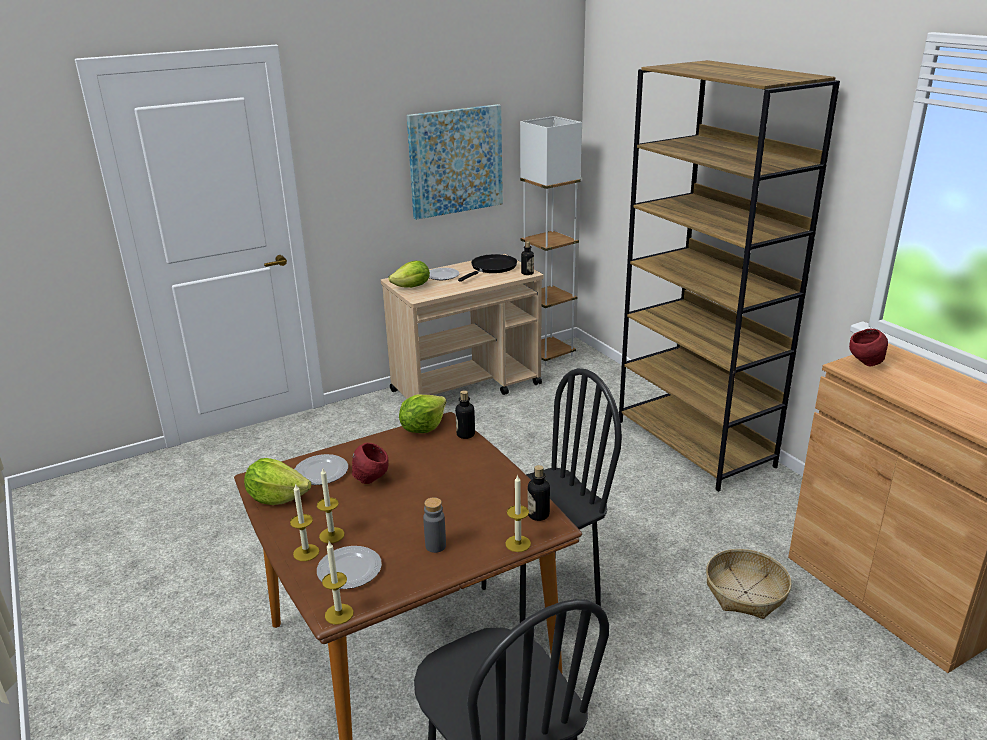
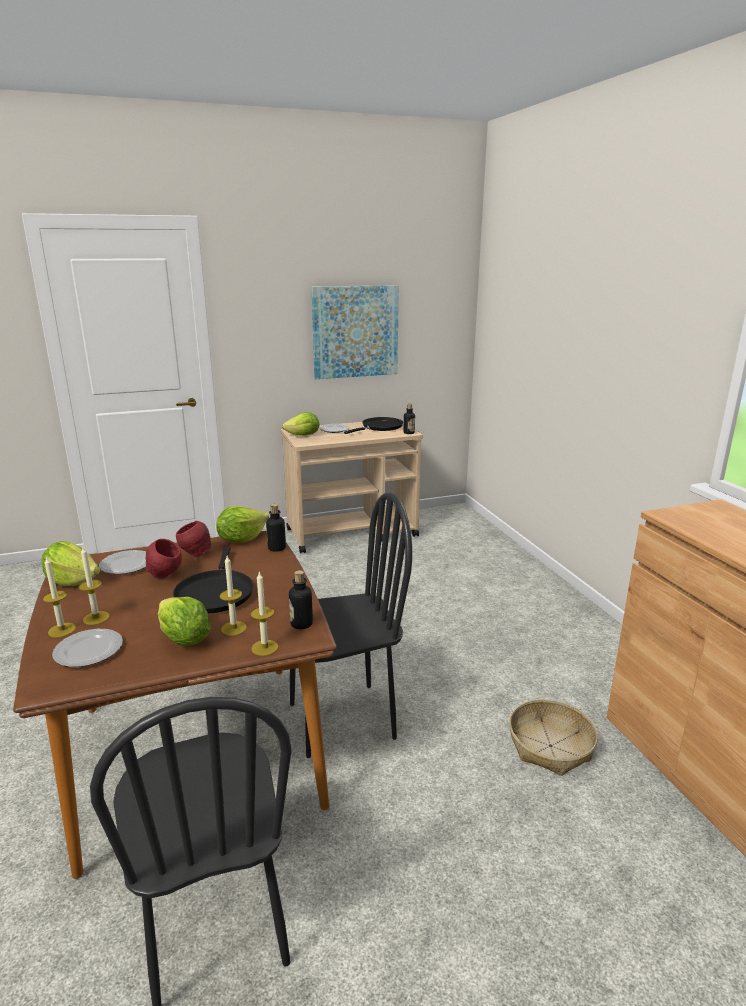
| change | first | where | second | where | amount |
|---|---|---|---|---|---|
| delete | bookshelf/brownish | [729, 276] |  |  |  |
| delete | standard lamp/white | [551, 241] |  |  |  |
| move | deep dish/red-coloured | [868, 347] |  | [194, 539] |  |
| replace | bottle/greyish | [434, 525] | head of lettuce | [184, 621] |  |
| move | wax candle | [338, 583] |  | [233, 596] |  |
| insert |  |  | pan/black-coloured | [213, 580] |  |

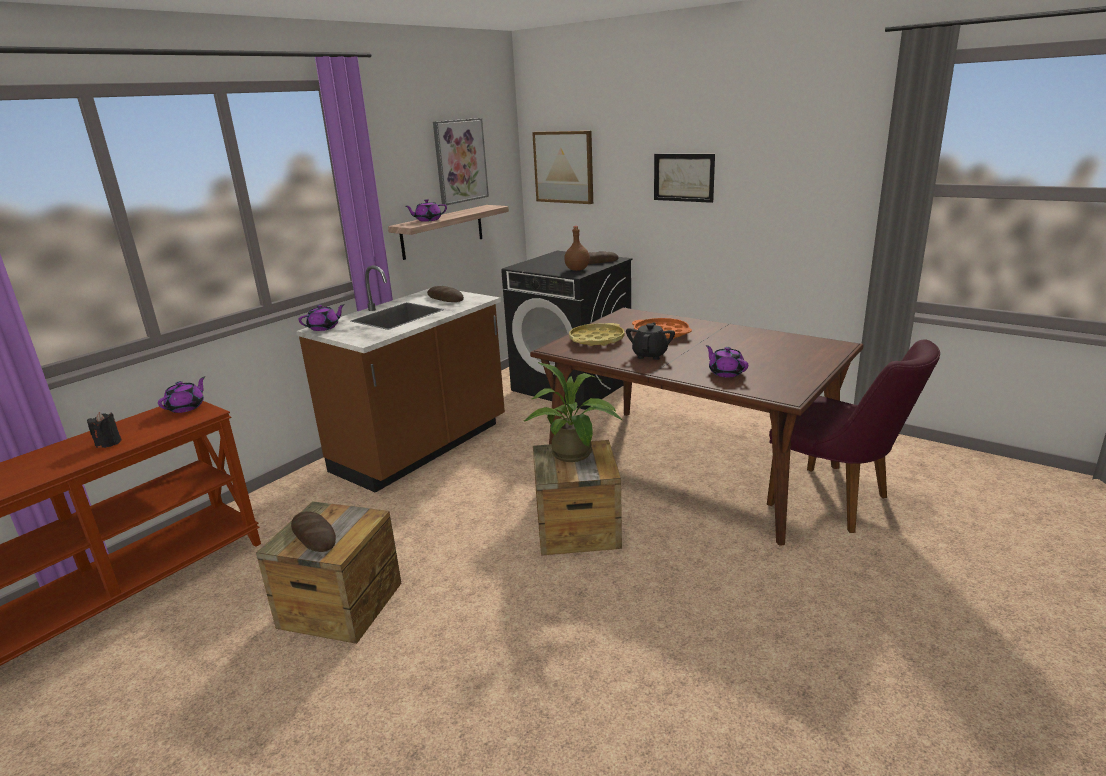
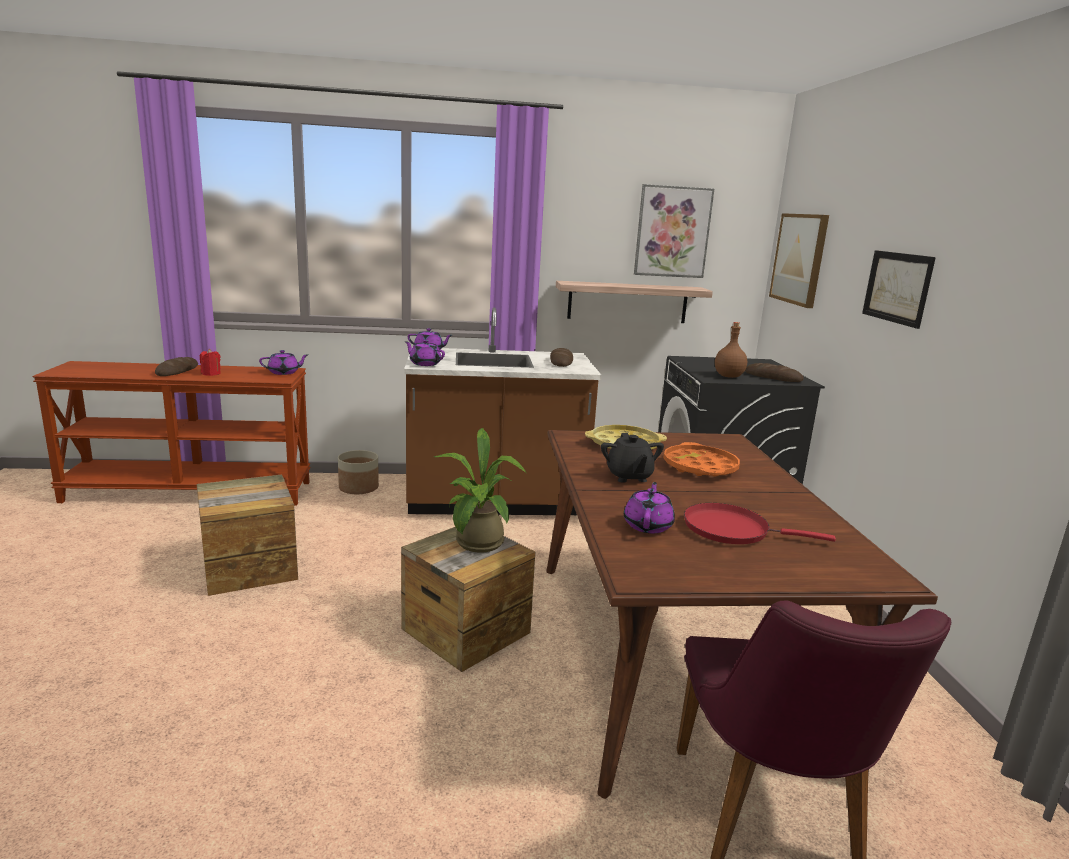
| change | first | where | second | where | amount |
|---|---|---|---|---|---|
| move | pot for tea/purple-coloured | [426, 210] |  | [425, 353] |  |
| rotate | pot for tea/black-coloured | [650, 341] |  | [632, 458] | 105 degrees clockwise |
| recolor | wax candle/black-coloured | [104, 430] | wax candle/red-coloured | [210, 362] |  |
| move | bakery bread | [313, 531] |  | [176, 366] |  |
| insert |  |  | plant pot | [358, 472] |  |
| insert |  |  | pan/red-coloured | [760, 523] |  |

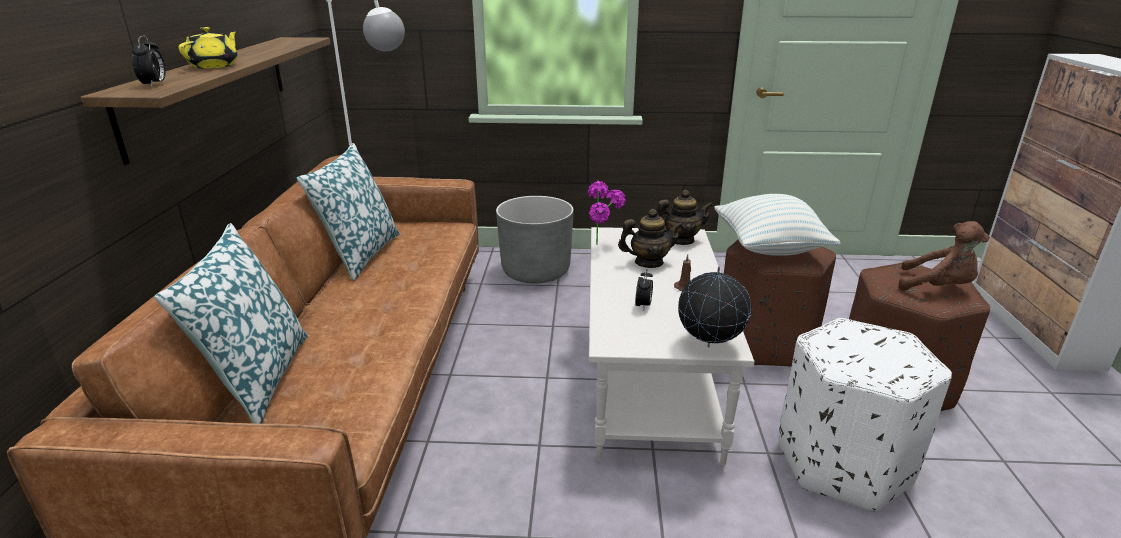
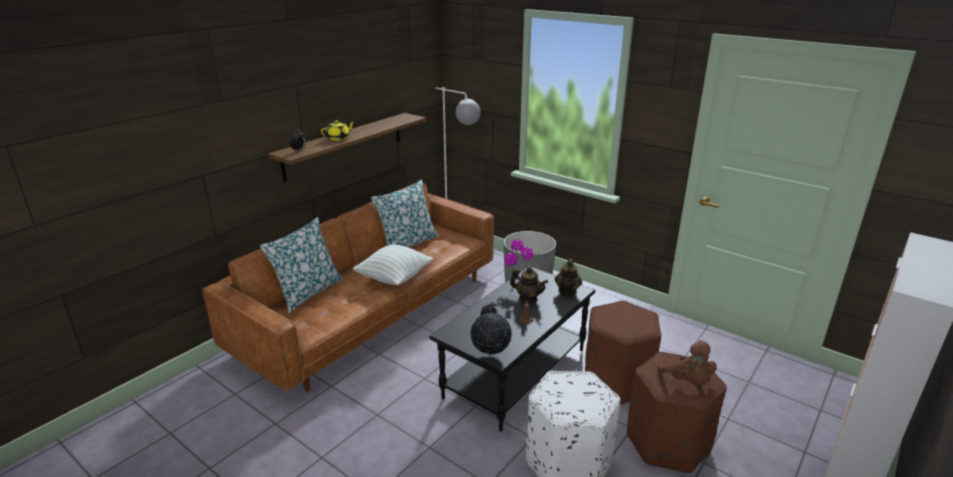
| change | first | where | second | where | amount |
|---|---|---|---|---|---|
| rotate | pot for tea | [685, 217] |  | [568, 278] | 75 degrees clockwise |
| move | throw pillow | [777, 225] |  | [393, 264] |  |
| recolor | lounge table/white | [671, 346] | lounge table/black-coloured | [512, 348] |  |

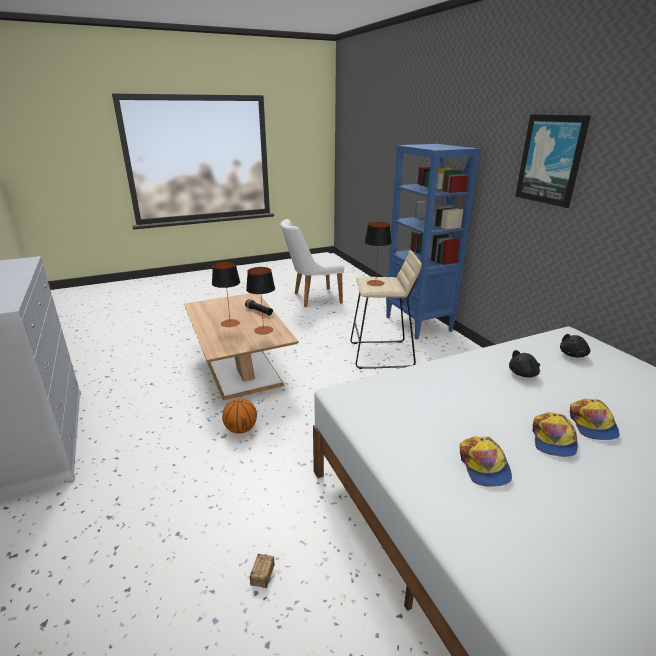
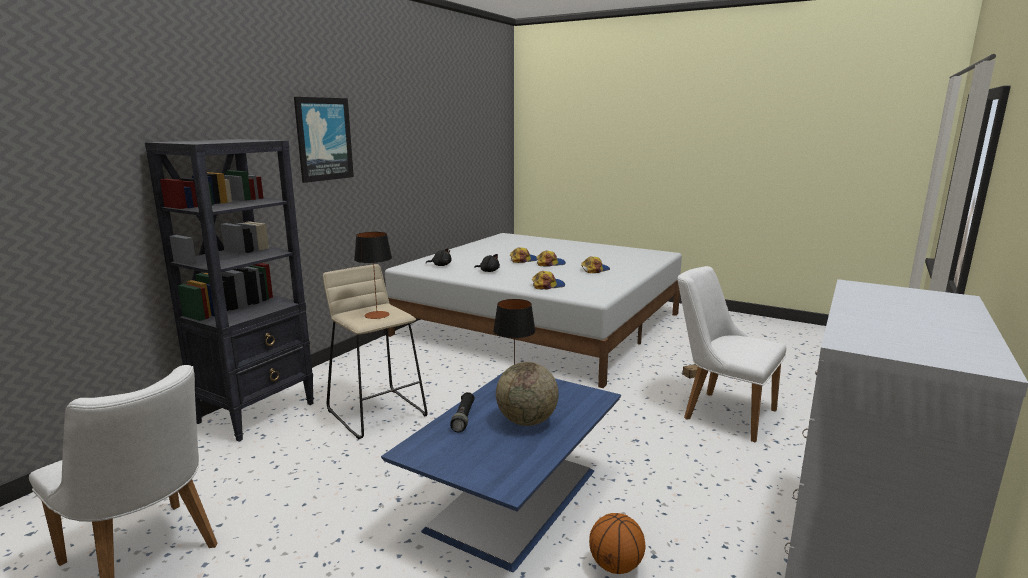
| change | first | where | second | where | amount |
|---|---|---|---|---|---|
| recolor | bookshelf/bluish | [433, 242] | bookshelf/black-coloured | [229, 290] |  |
| replace | table lamp | [226, 294] | globe | [527, 394] |  |
| recolor | lounge table/brownish | [241, 346] | lounge table/bluish | [501, 472] |  |
| move | basketball ball | [239, 416] |  | [617, 543] |  |
| insert |  |  | plain chair/white | [732, 354] |  |
| insert |  |  | cap | [548, 280] |  |

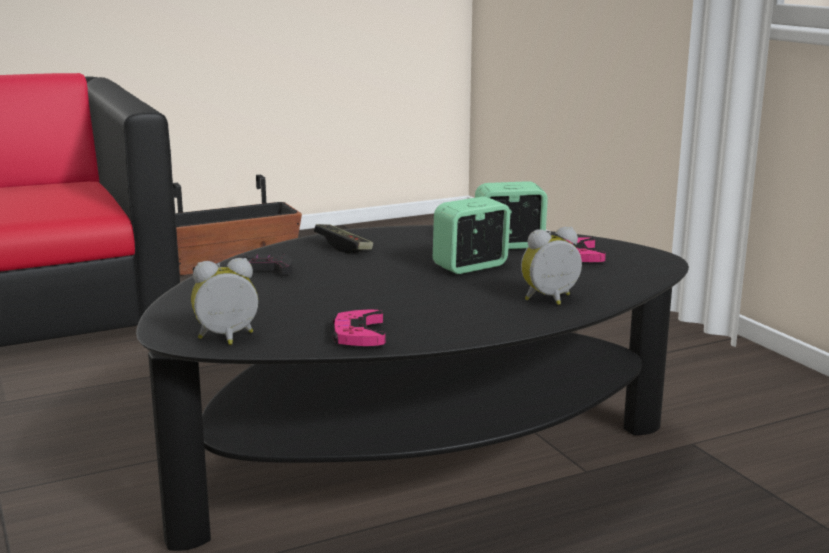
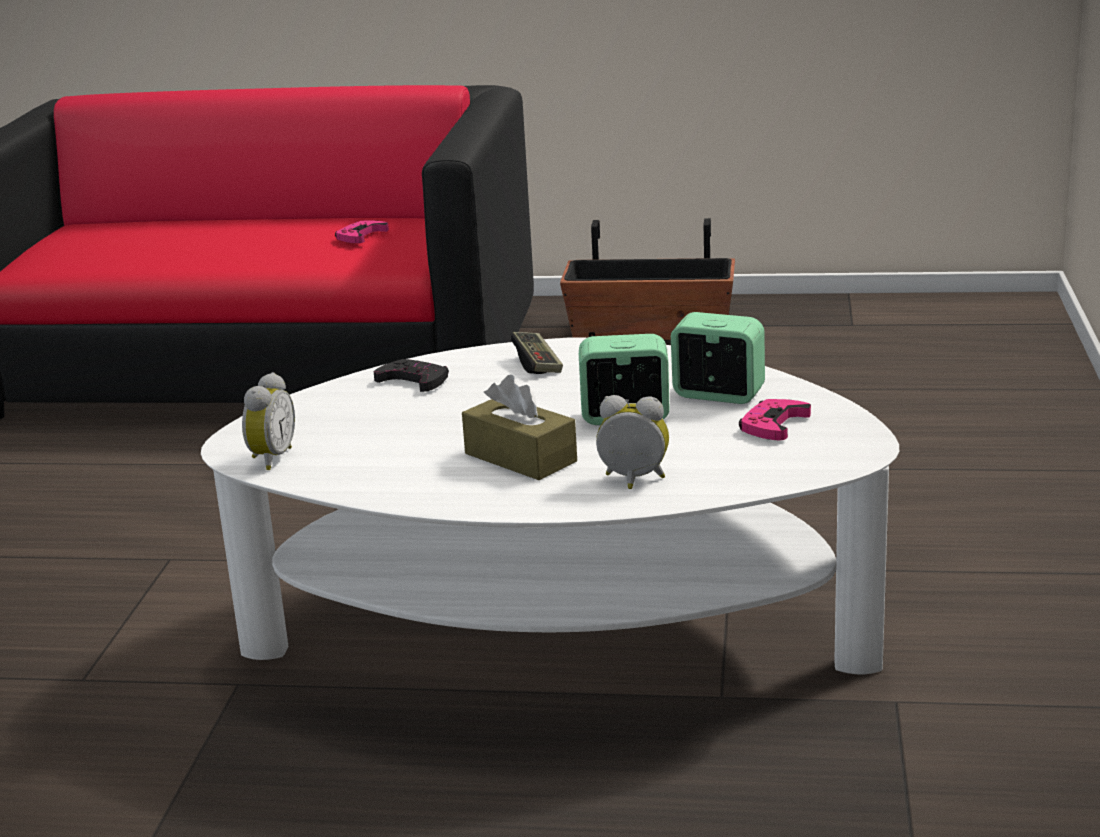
| change | first | where | second | where | amount |
|---|---|---|---|---|---|
| recolor | lounge table/black-coloured | [412, 388] | lounge table/white | [550, 505] |  |
| rotate | bedside clock | [224, 301] |  | [268, 421] | 90 degrees clockwise |
| move | gamepad/pink-coloured | [359, 328] |  | [362, 232] |  |
| insert |  |  | tissue holder/brownish | [519, 427] |  |

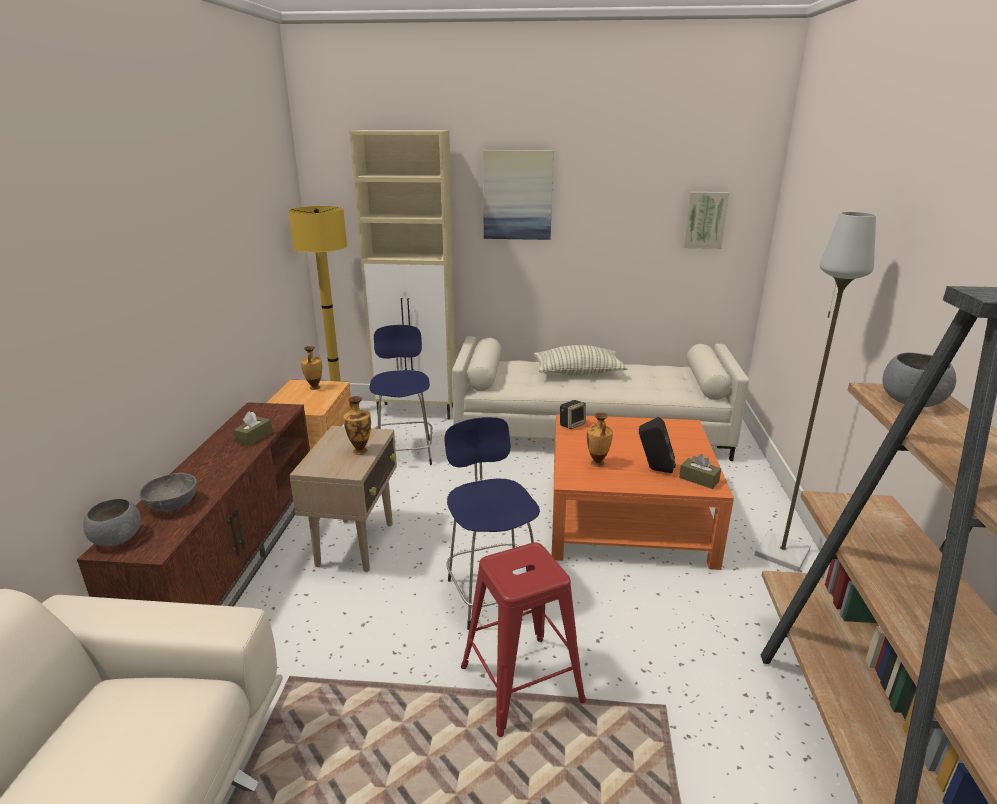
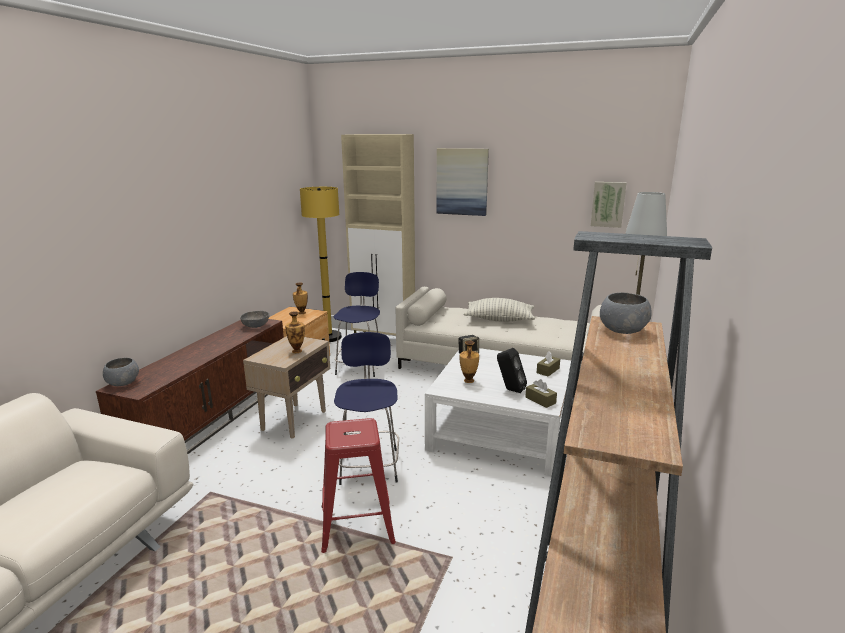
| change | first | where | second | where | amount |
|---|---|---|---|---|---|
| move | tissue holder/brownish | [253, 428] |  | [548, 364] |  |
| recolor | lounge table/orange-coloured | [643, 492] | lounge table/white | [498, 412] |  |
| move | deep dish/greyish | [168, 491] |  | [254, 319] |  |

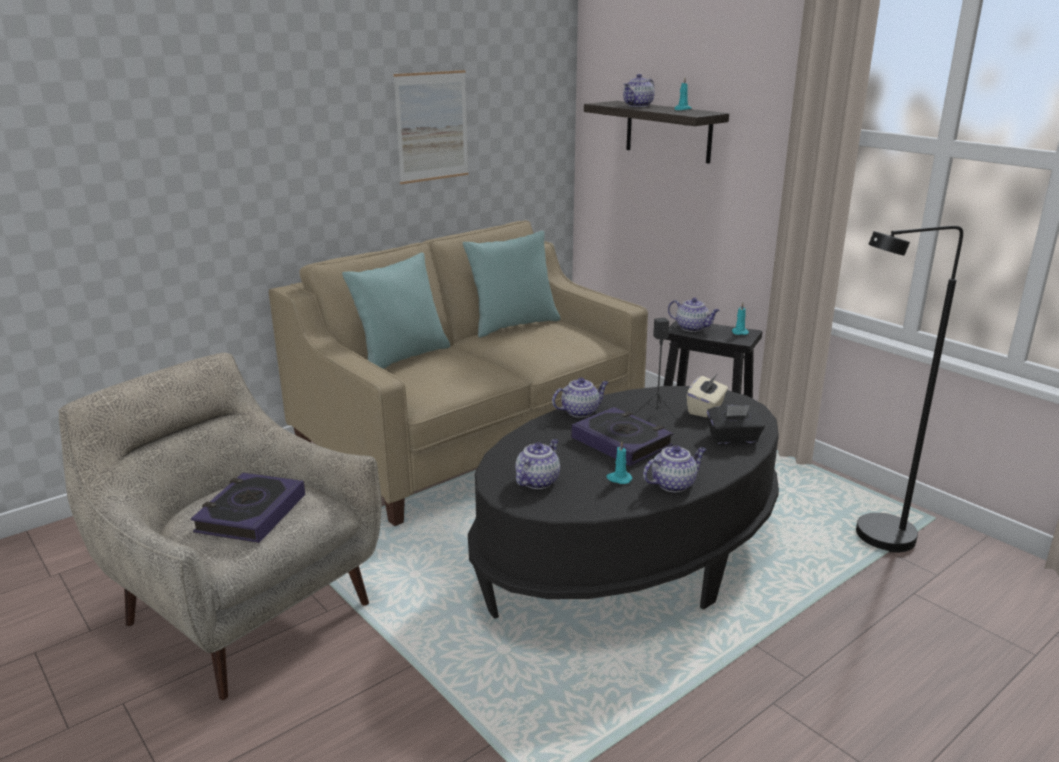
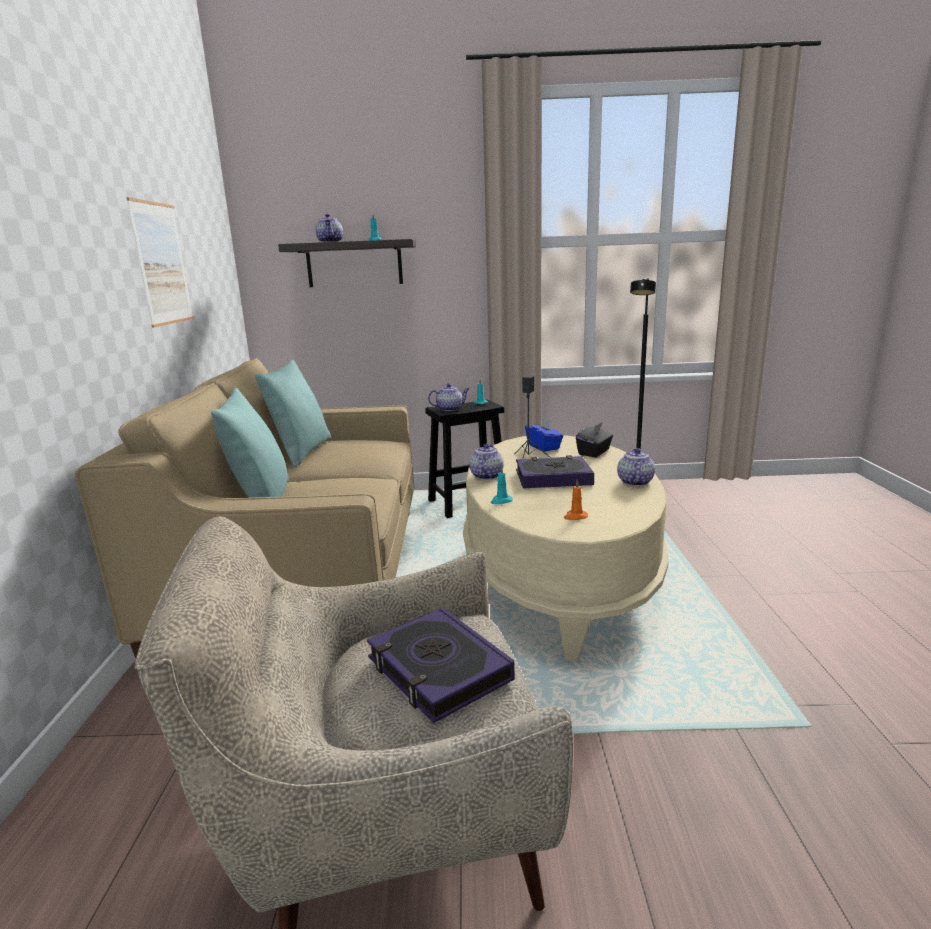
| change | first | where | second | where | amount |
|---|---|---|---|---|---|
| recolor | tissue holder/beige | [707, 396] | tissue holder/bluish | [544, 434] |  |
| recolor | lounge table/black-coloured | [623, 502] | lounge table/beige | [566, 548] |  |
| replace | pot for tea | [537, 464] | wax candle/orange-coloured | [576, 499] |  |
| move | wax candle/blue-green | [619, 462] |  | [502, 485] |  |

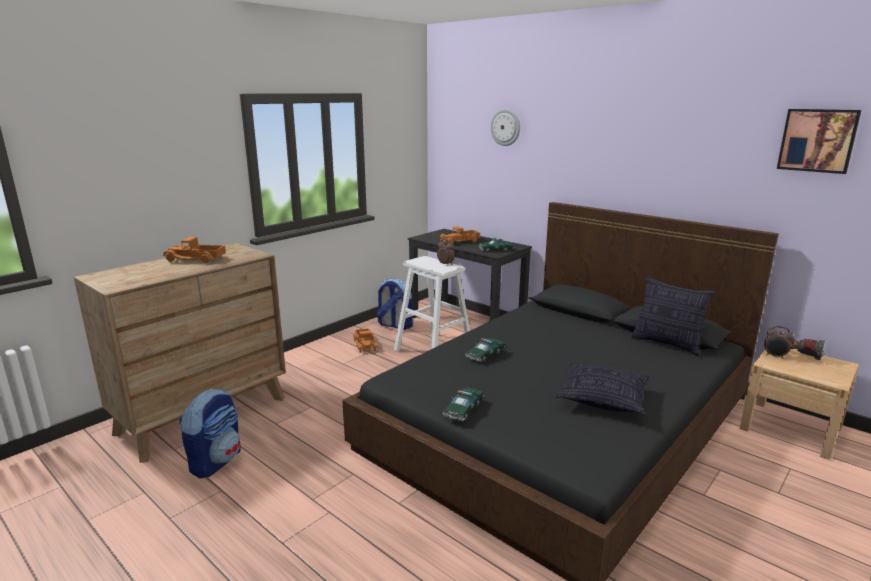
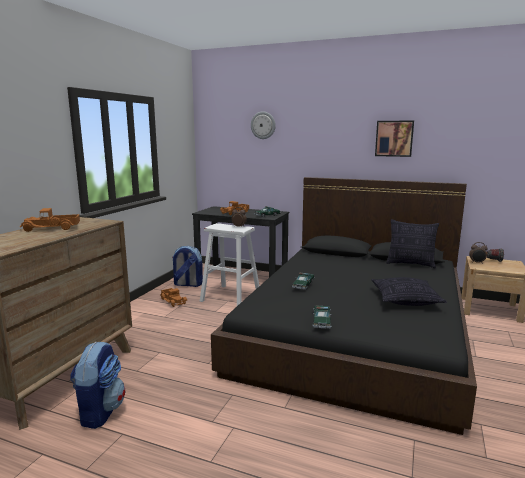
| change | first | where | second | where | amount |
|---|---|---|---|---|---|
| move | picture | [819, 141] |  | [394, 138] |  |

